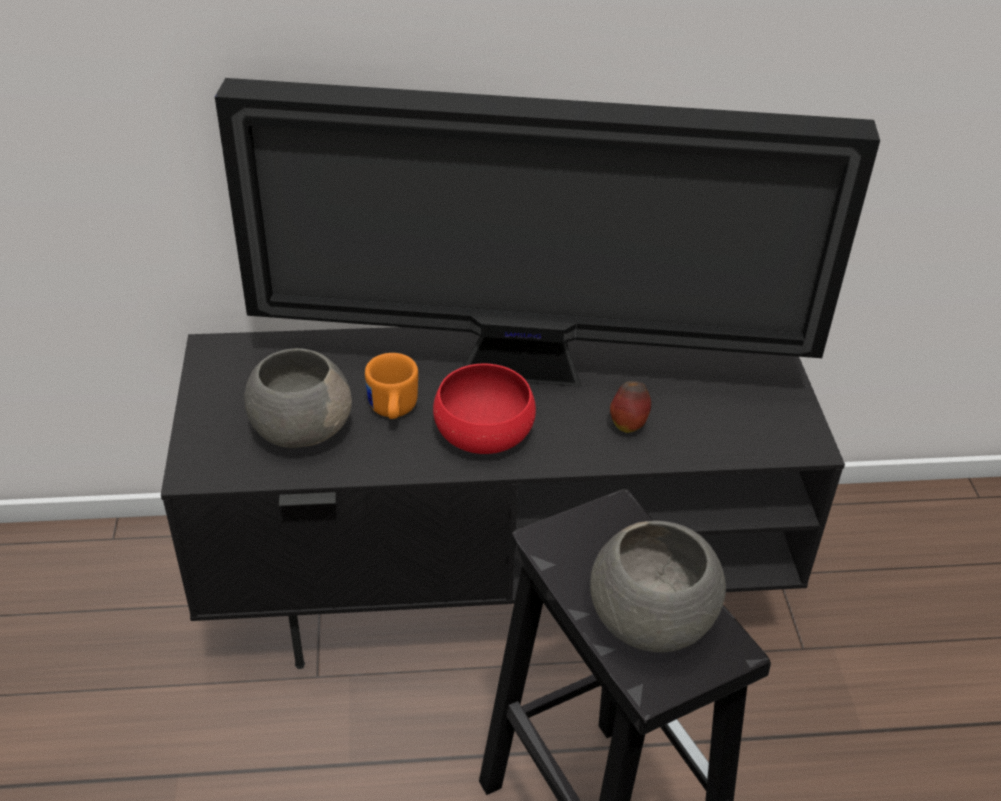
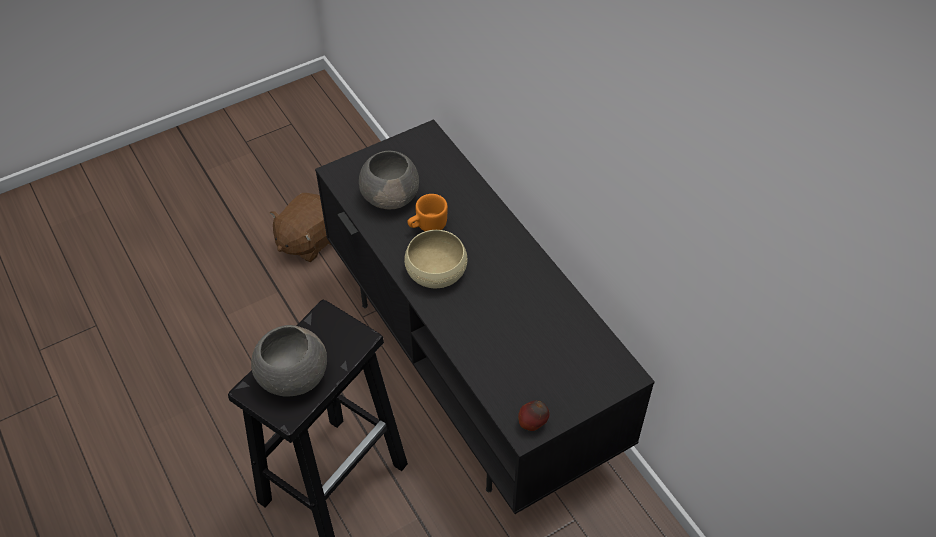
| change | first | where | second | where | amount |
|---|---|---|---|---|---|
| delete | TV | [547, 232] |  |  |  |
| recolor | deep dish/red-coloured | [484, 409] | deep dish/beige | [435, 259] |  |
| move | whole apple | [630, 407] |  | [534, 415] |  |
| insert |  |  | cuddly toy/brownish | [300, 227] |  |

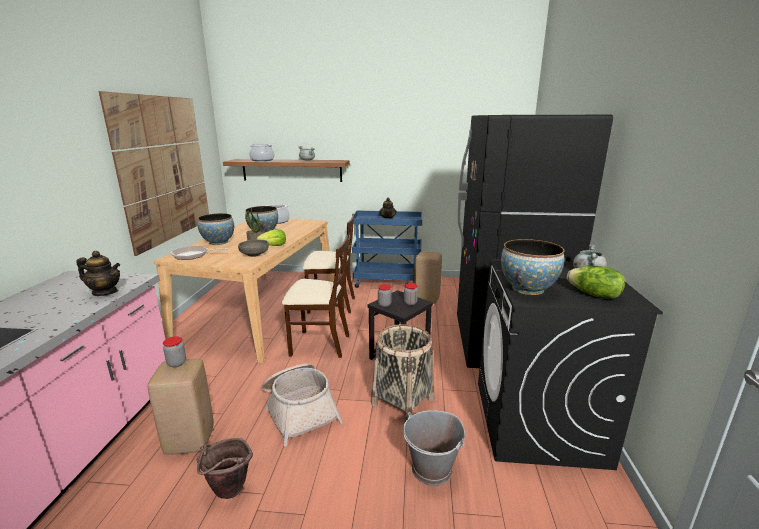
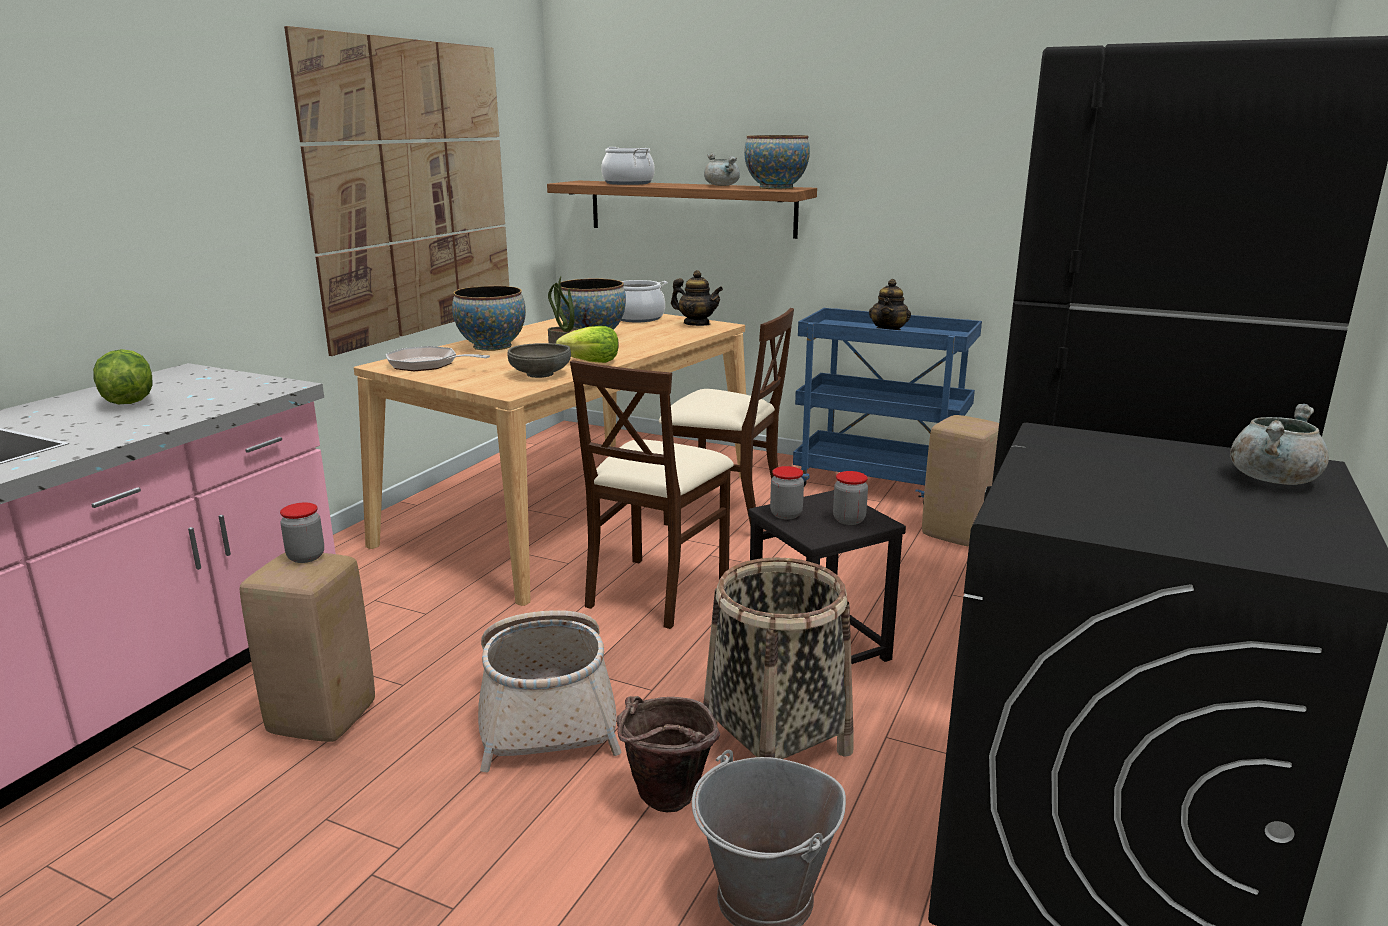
| change | first | where | second | where | amount |
|---|---|---|---|---|---|
| rotate | plain chair/beige | [315, 296] |  | [652, 494] | 90 degrees clockwise |
| move | deep dish | [533, 267] |  | [777, 162] |  |
| move | pot for tea | [98, 273] |  | [697, 298] |  |
| move | head of lettuce | [596, 282] |  | [123, 377] |  |
| move | bucket/brownish | [225, 468] |  | [668, 754] |  |

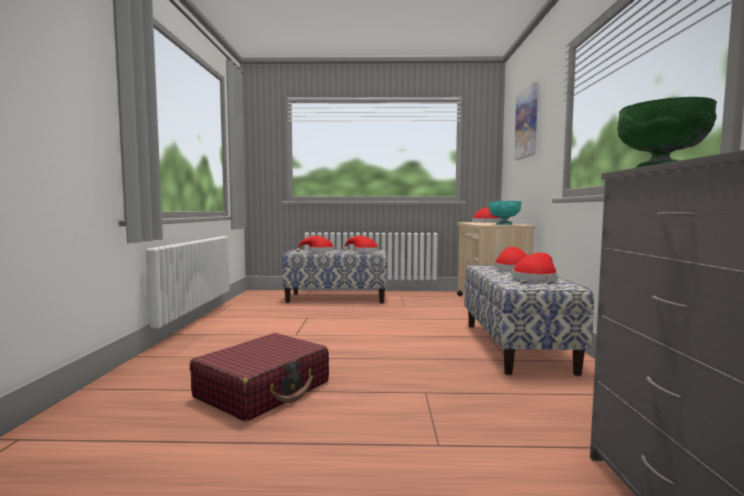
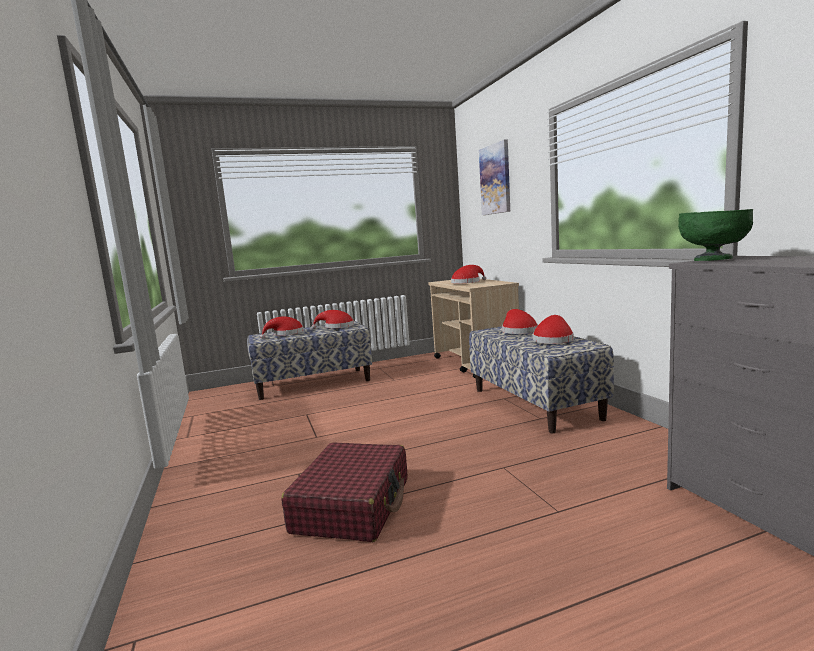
| change | first | where | second | where | amount |
|---|---|---|---|---|---|
| delete | deep dish/blue-green | [504, 213] |  |  |  |

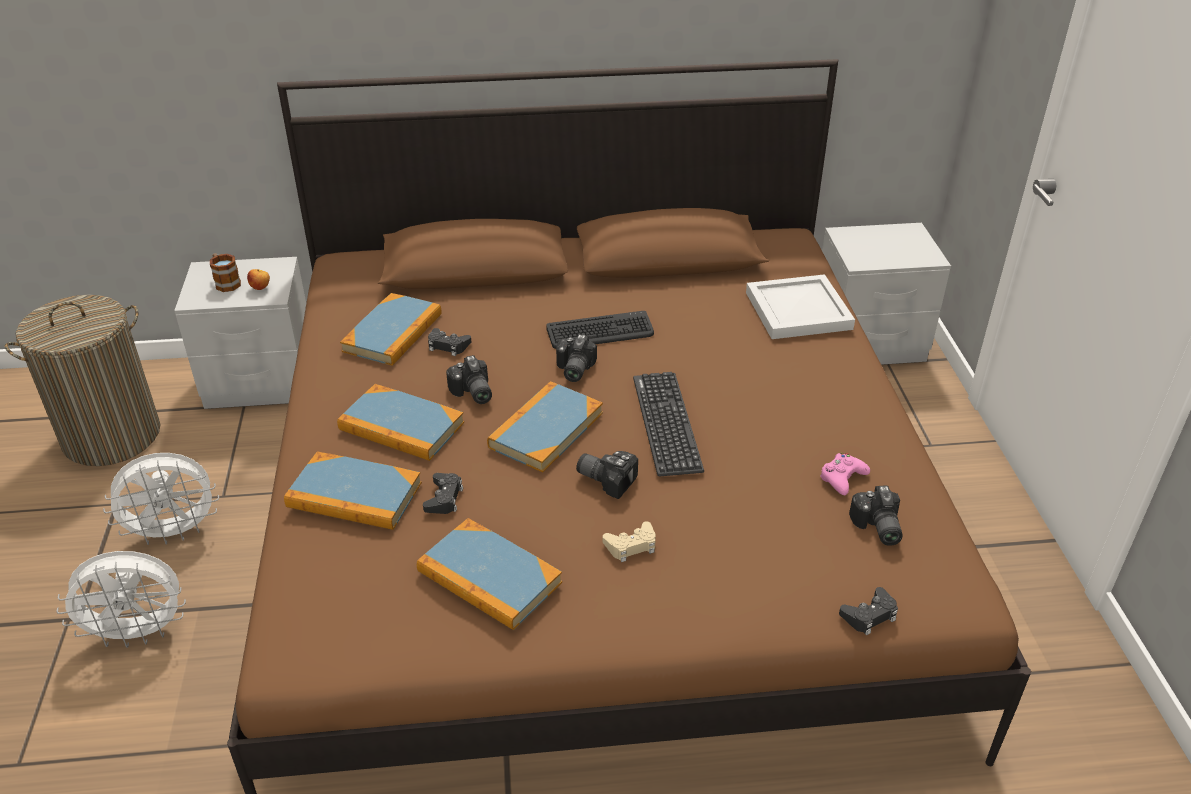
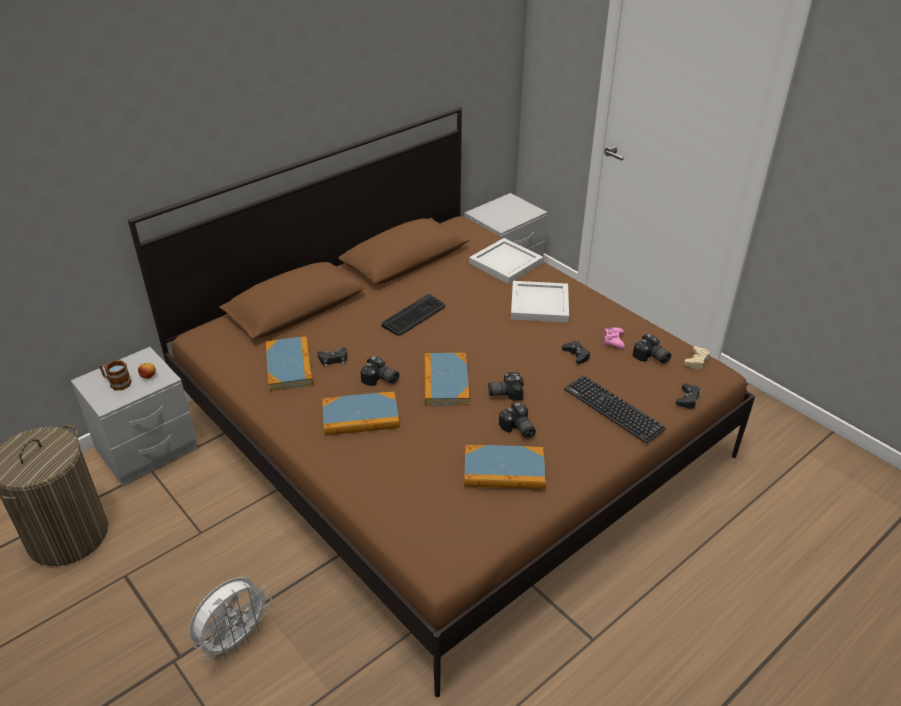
| change | first | where | second | where | amount |
|---|---|---|---|---|---|
| move | photo camera | [576, 358] |  | [517, 420] |  |
| move | keyboard | [668, 424] |  | [615, 409] |  |
| delete | bound book | [353, 490] |  |  |  |
| delete | fan/white | [161, 499] |  |  |  |
| move | gamepad/black-coloured | [443, 493] |  | [576, 352] |  |
| move | gamepad/beige | [629, 541] |  | [697, 358] |  |
| insert |  |  | tray/white | [540, 302] |  |

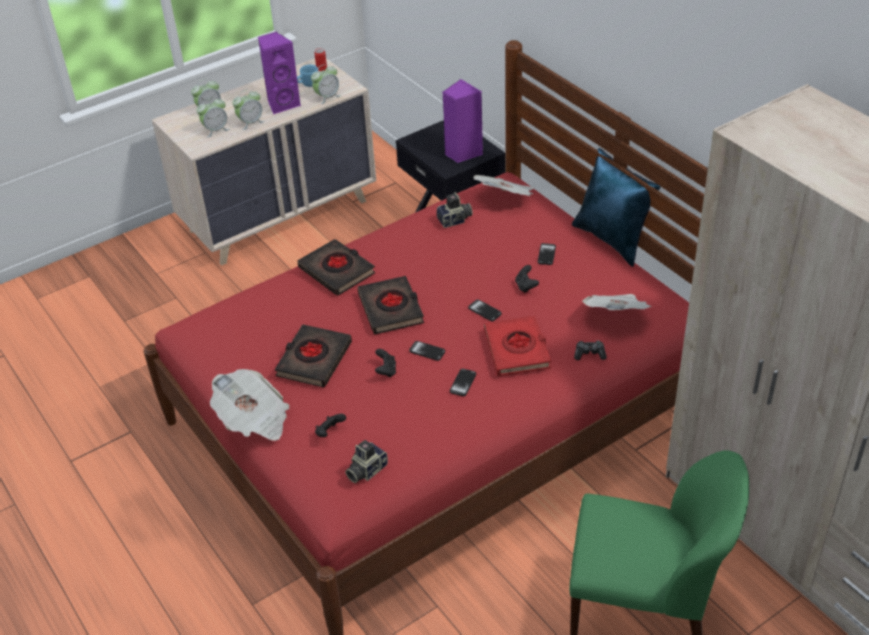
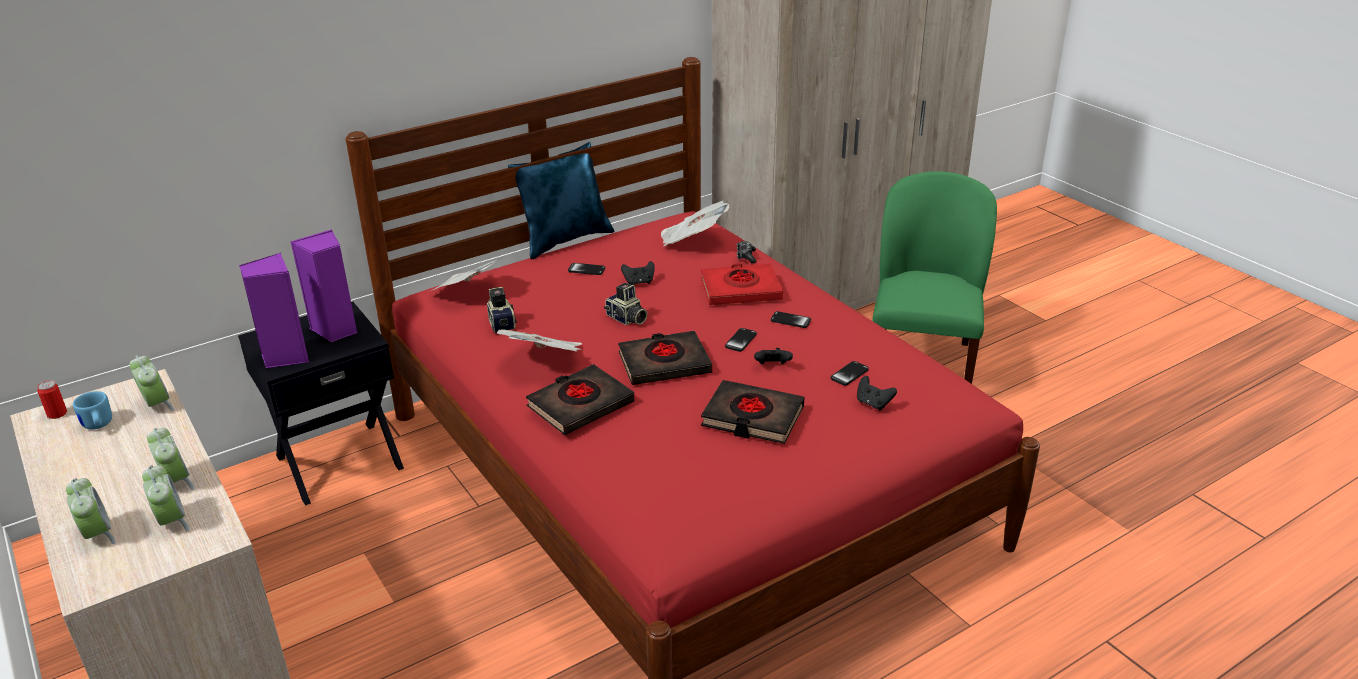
| change | first | where | second | where | amount |
|---|---|---|---|---|---|
| move | speaker/purple-coloured | [279, 72] |  | [274, 310] |  |
| move | telephone | [485, 310] |  | [850, 373] |  |
| move | printed paper | [250, 405] |  | [539, 340] |  |
| move | photo camera | [366, 461] |  | [626, 304] |  |

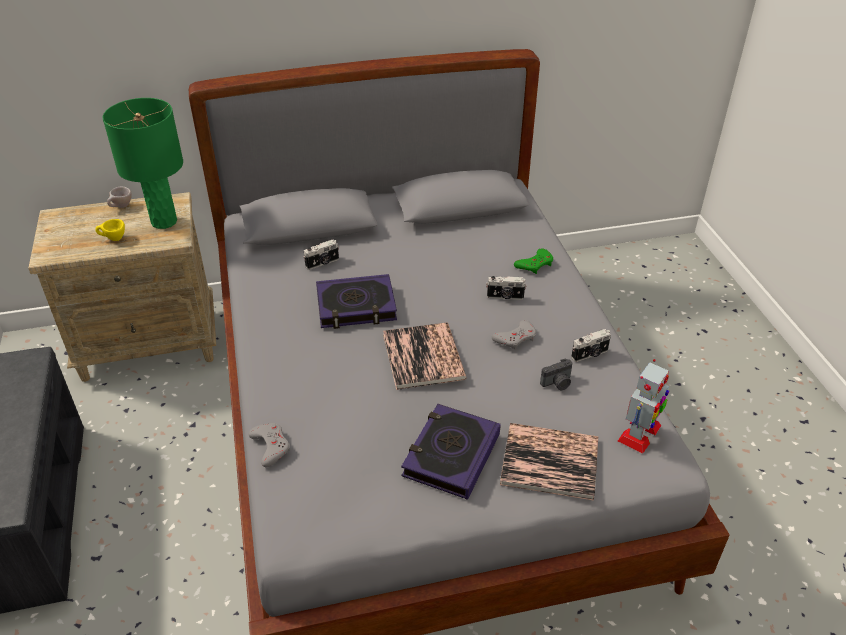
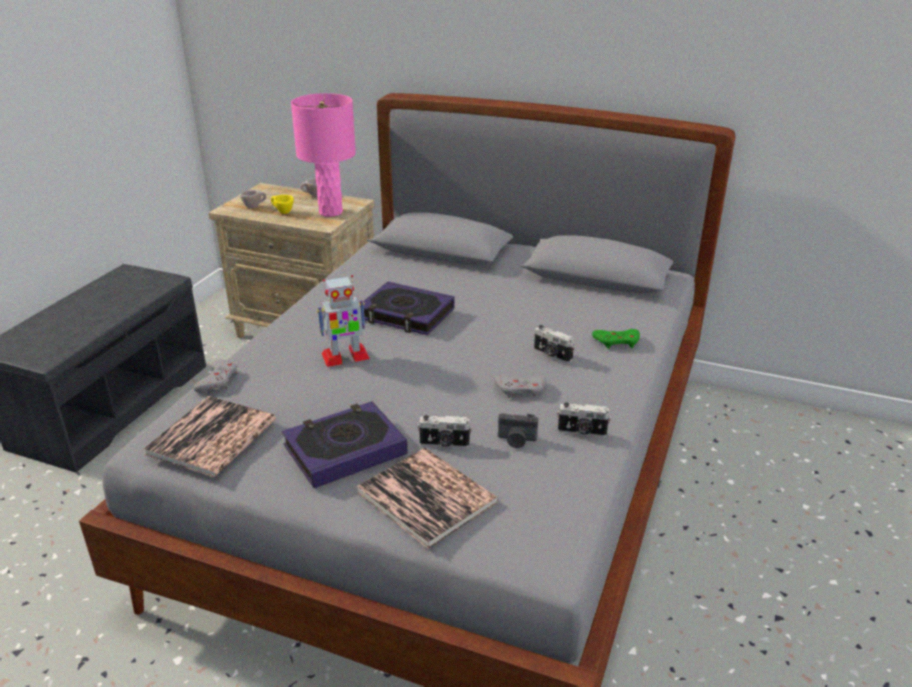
| change | first | where | second | where | amount |
|---|---|---|---|---|---|
| recolor | table lamp/greenish | [143, 163] | table lamp/pink-coloured | [323, 155] |  |
| move | photo camera | [321, 255] |  | [445, 431] |  |
| move | bound book | [425, 356] |  | [209, 436] |  |
| move | toy robot | [643, 406] |  | [343, 321] |  |
| insert |  |  | cup/beige | [253, 199] |  |

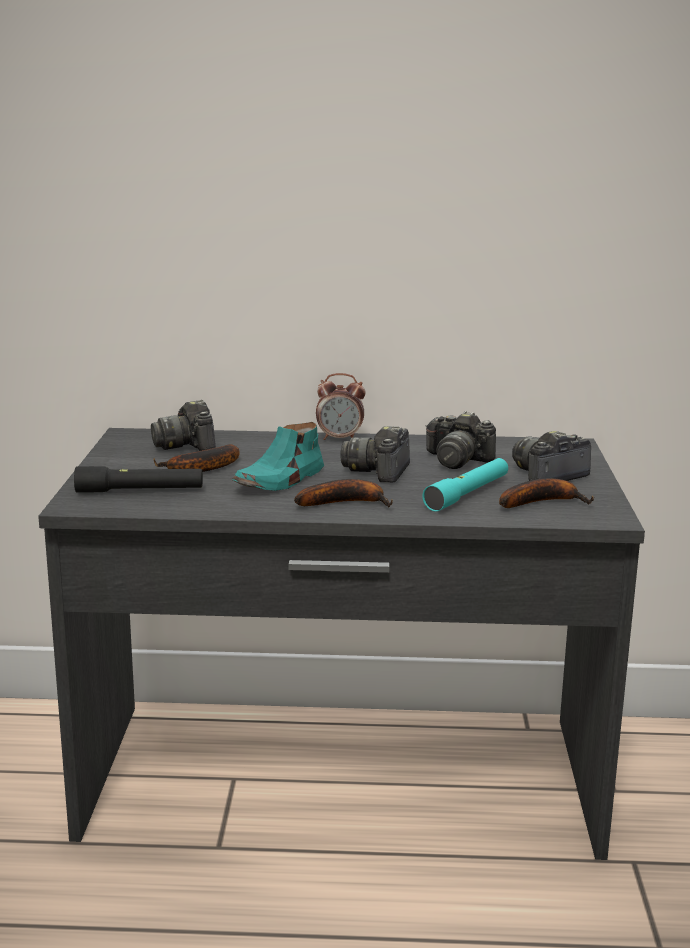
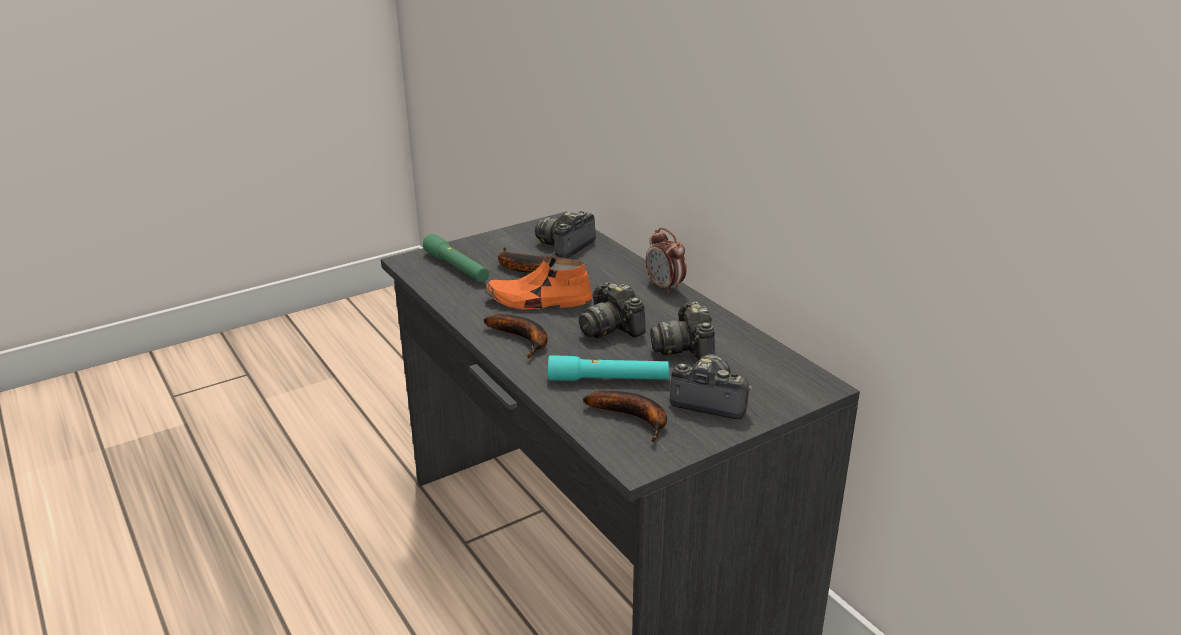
| change | first | where | second | where | amount |
|---|---|---|---|---|---|
| recolor | item of footwear/blue-green | [278, 456] | item of footwear/orange-coloured | [538, 283] |  |
| rotate | photo camera | [375, 454] |  | [612, 310] | 105 degrees counterclockwise |
| recolor | hand torch/black-coloured | [138, 479] | hand torch/greenish | [456, 258] |  |

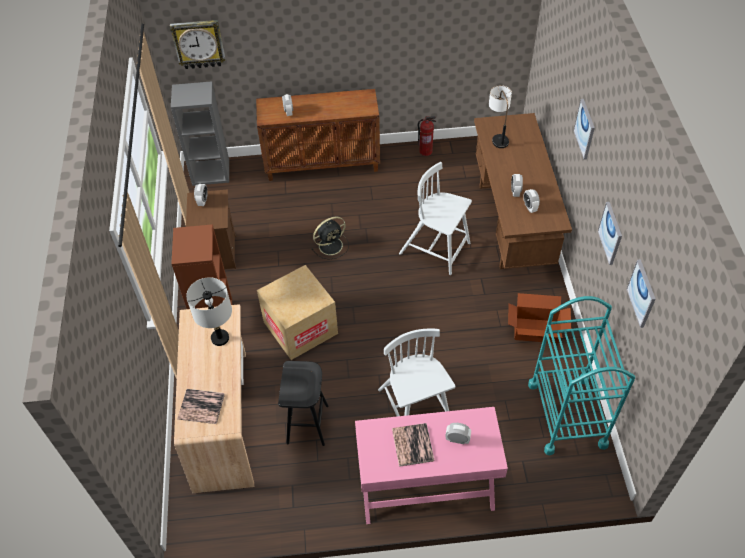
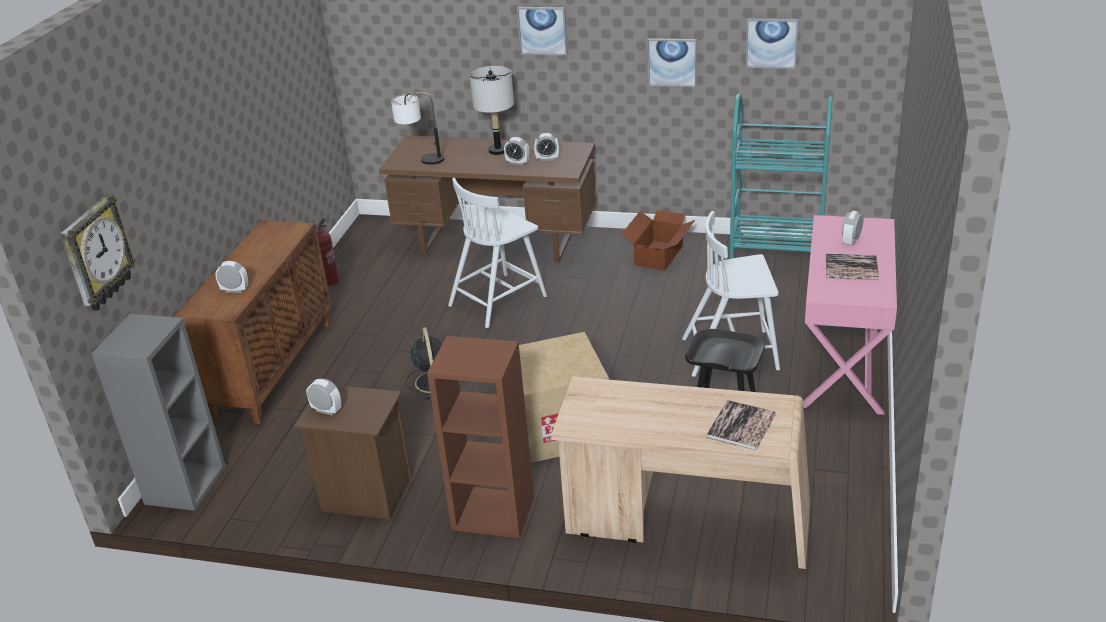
| change | first | where | second | where | amount |
|---|---|---|---|---|---|
| move | table lamp/greyish | [209, 311] |  | [492, 110] |  |

